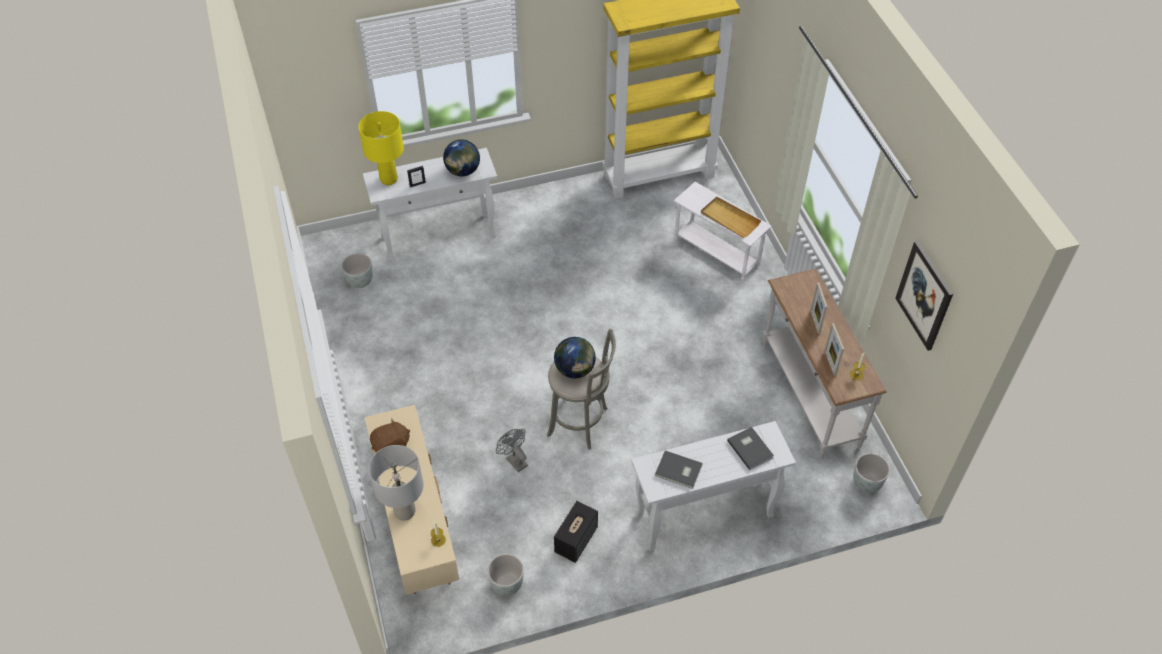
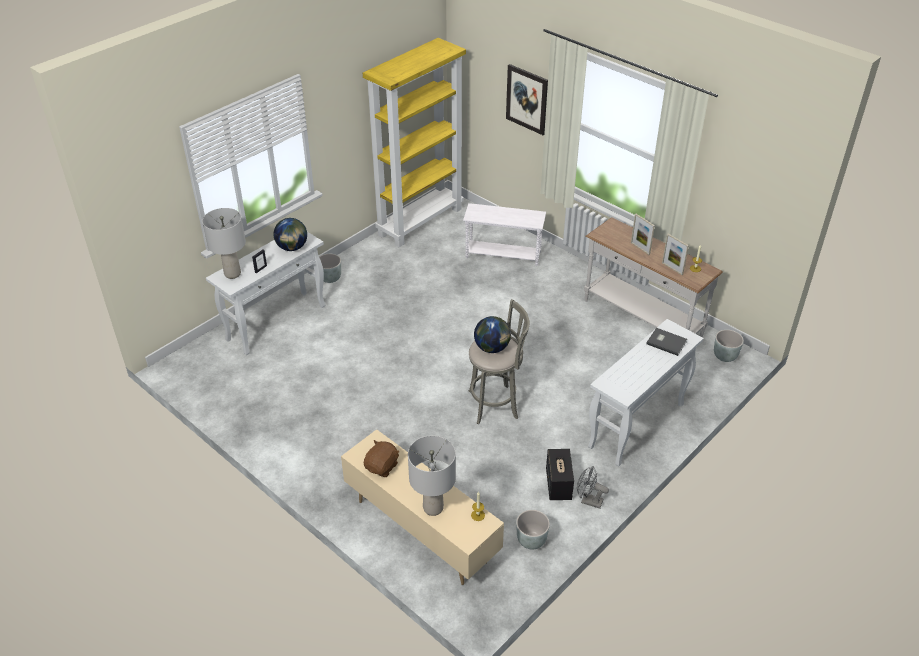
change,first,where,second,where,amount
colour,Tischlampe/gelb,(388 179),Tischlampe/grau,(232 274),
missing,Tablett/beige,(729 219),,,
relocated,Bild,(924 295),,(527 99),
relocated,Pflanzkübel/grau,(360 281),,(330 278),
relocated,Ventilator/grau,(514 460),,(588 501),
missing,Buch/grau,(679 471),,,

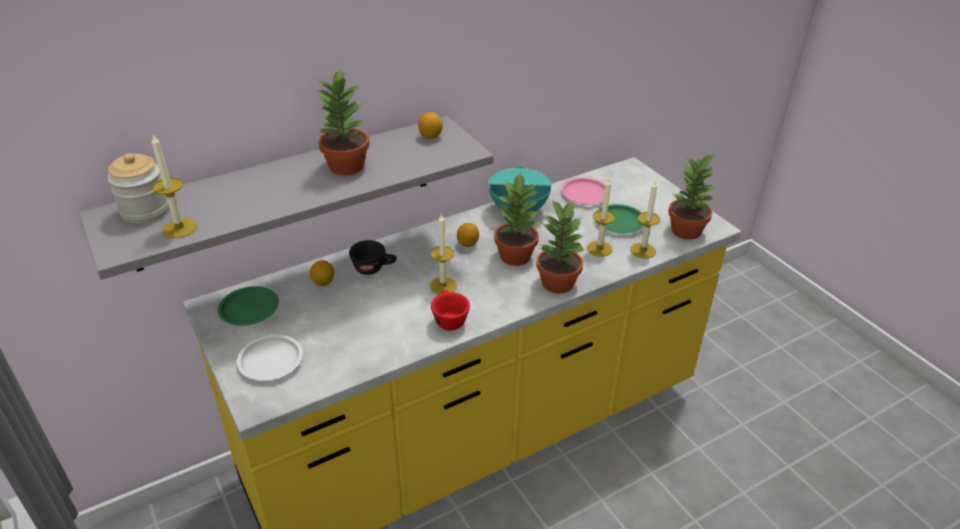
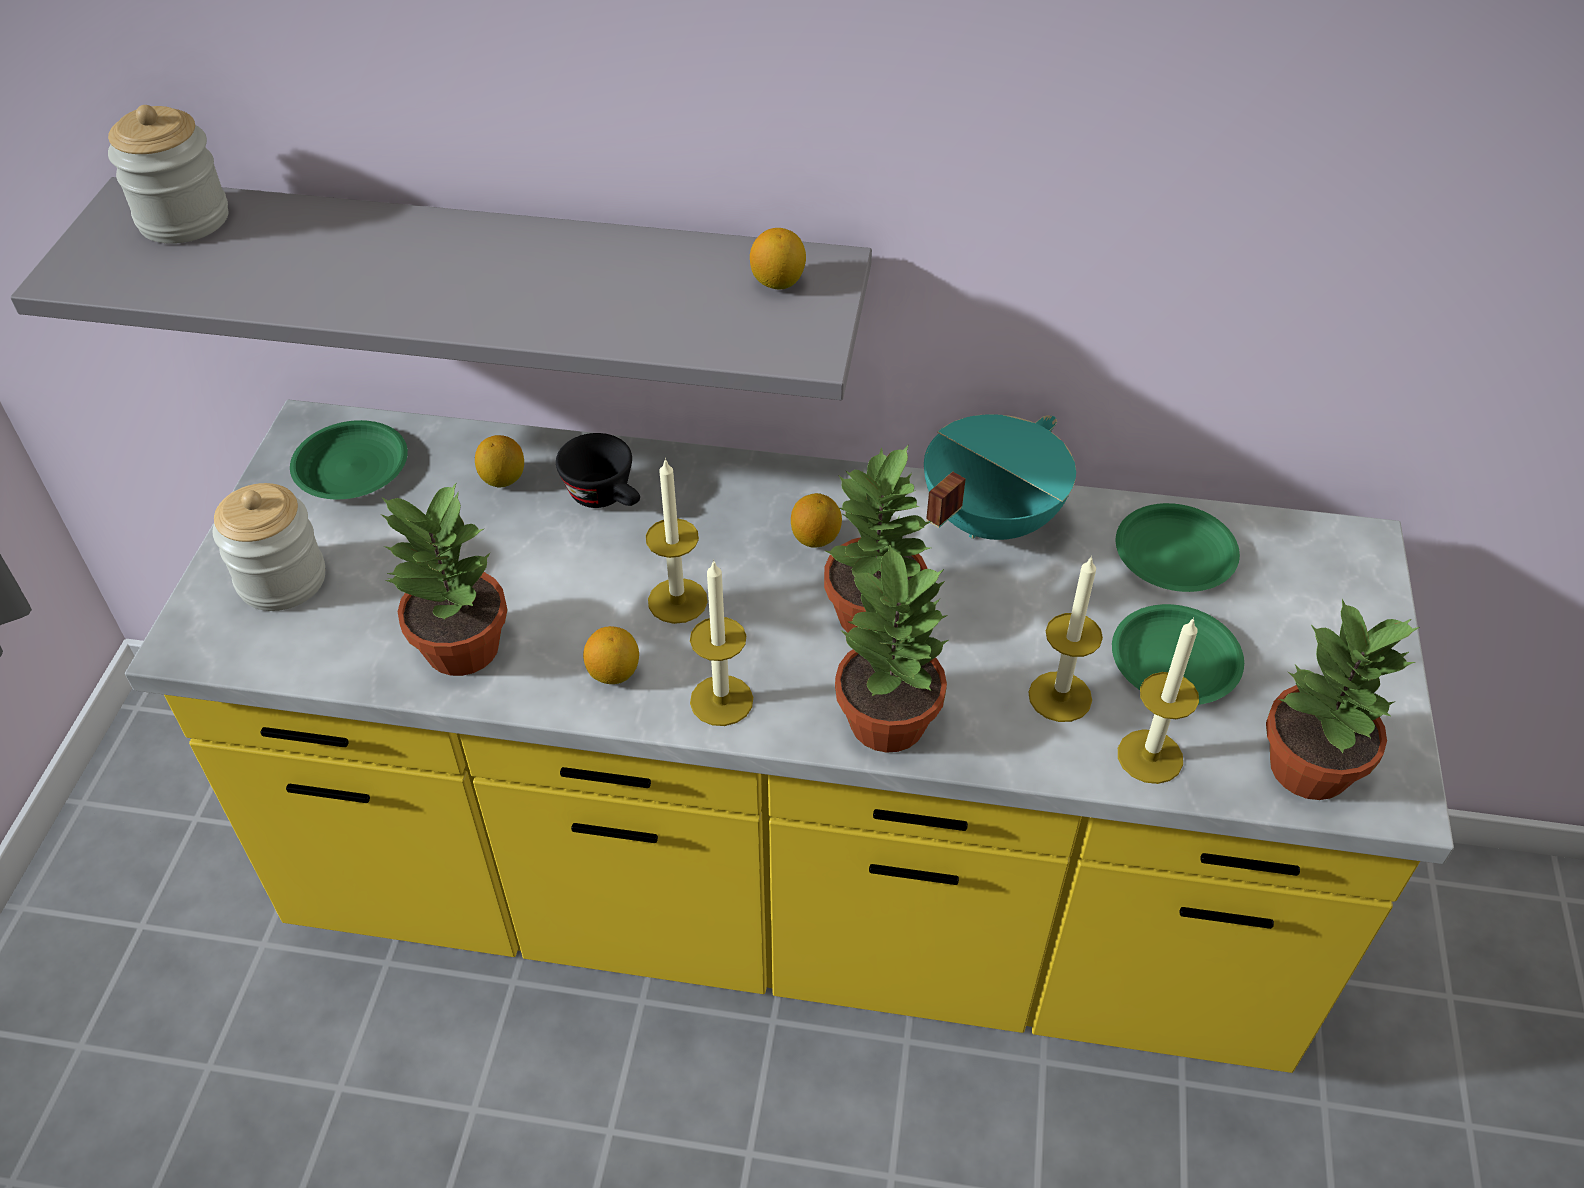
change,first,where,second,where,amount
relocated,Topfpflanze,(346 166),,(460 648),
relocated,Kerze,(179 228),,(721 700),
colour,Teller/rosa,(585 194),Teller/grün,(1174 555),
exchanged,Tasse/rot,(448 319),Zitrone,(614 673),
exchanged,Teller/weiß,(270 361),Vorratsglas,(282 580),

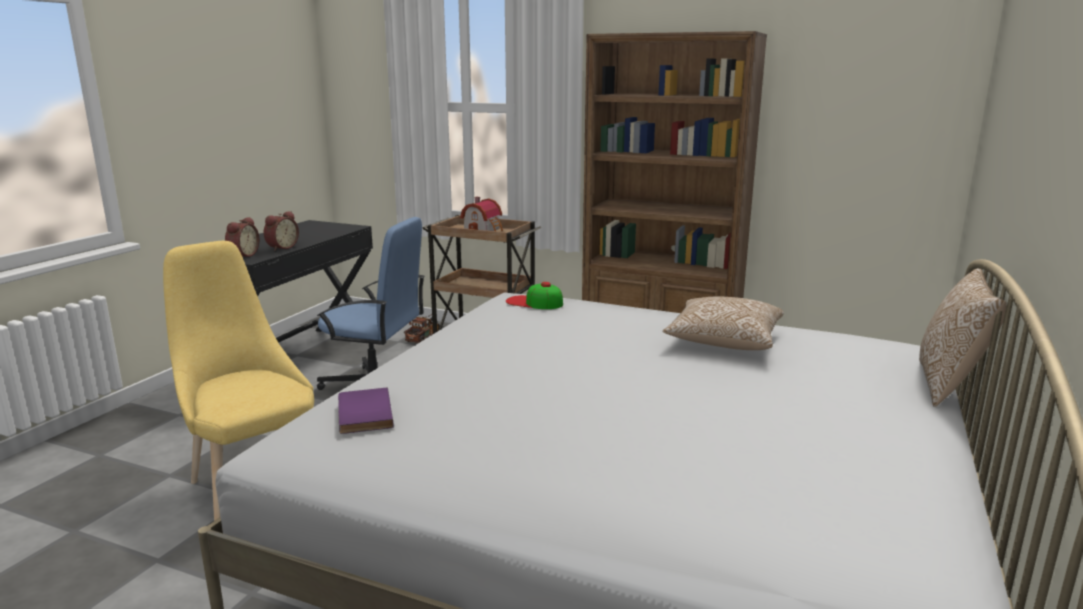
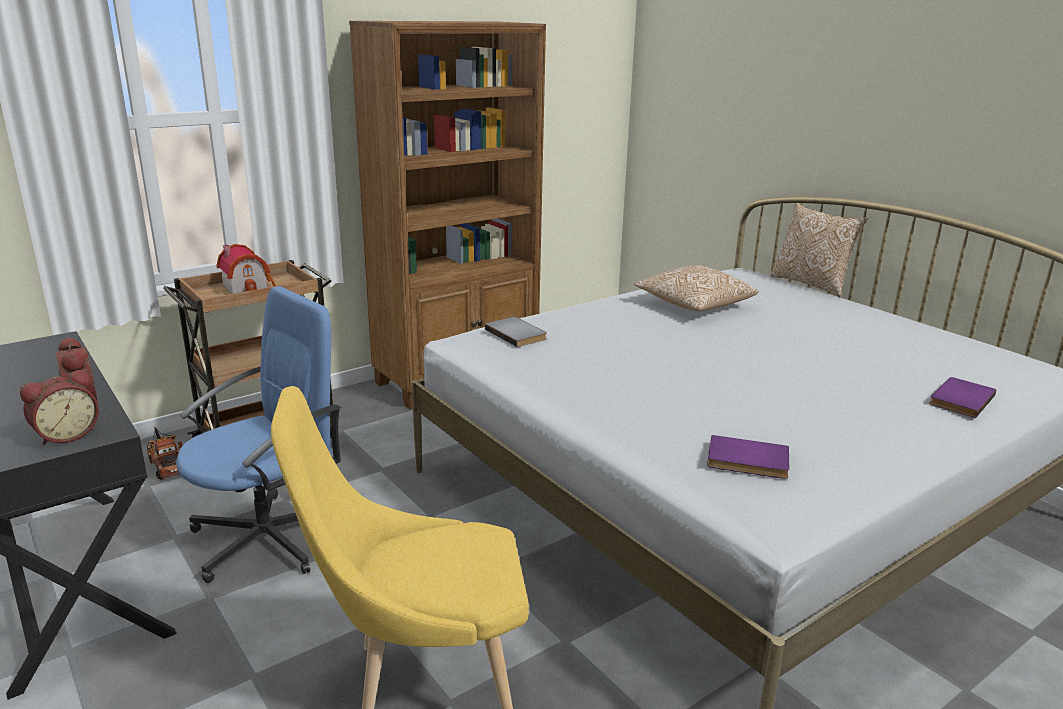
change,first,where,second,where,amount
spun,Wecker,(242 255),,(66 435),90 degrees clockwise
exchanged,Kappe,(534 302),Buch/grau,(517 334),
appeared,,,Buch/lila,(959 399),

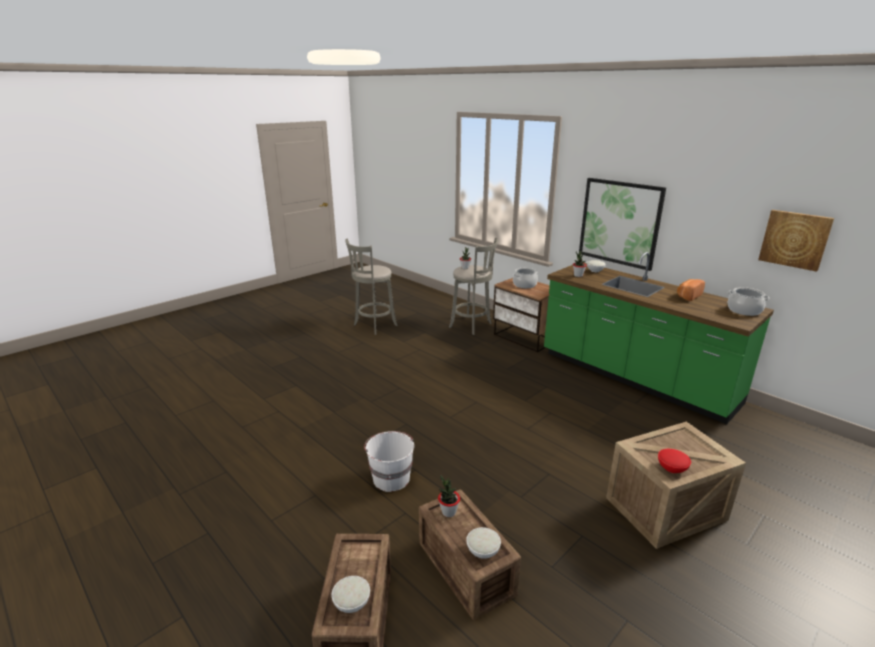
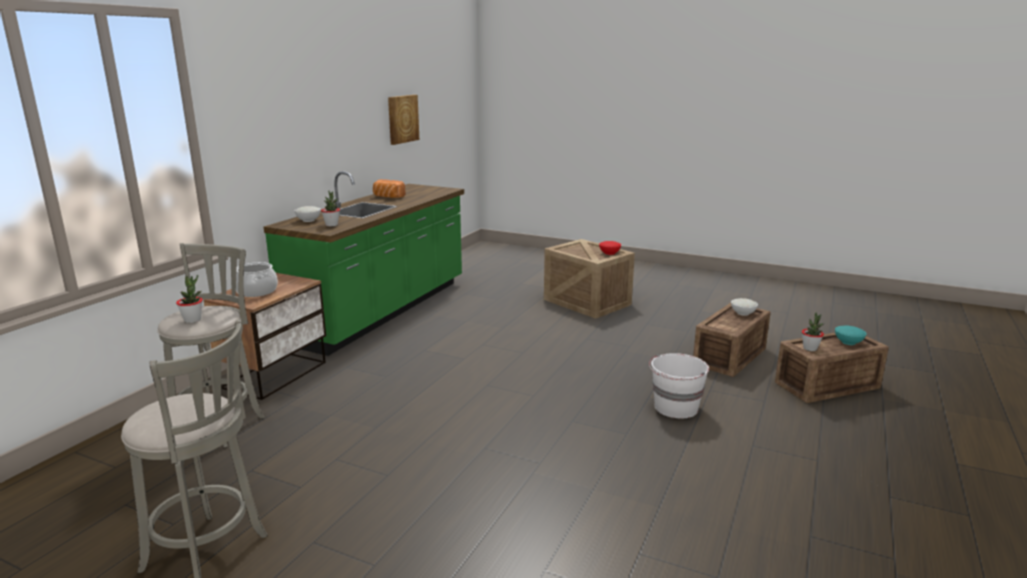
change,first,where,second,where,amount
missing,Bild,(620 223),,,
missing,Kochtopf,(744 310),,,
relocated,Topfpflanze,(448 512),,(810 348),
colour,Schüssel/weiß,(352 604),Schüssel/türkis,(848 342),

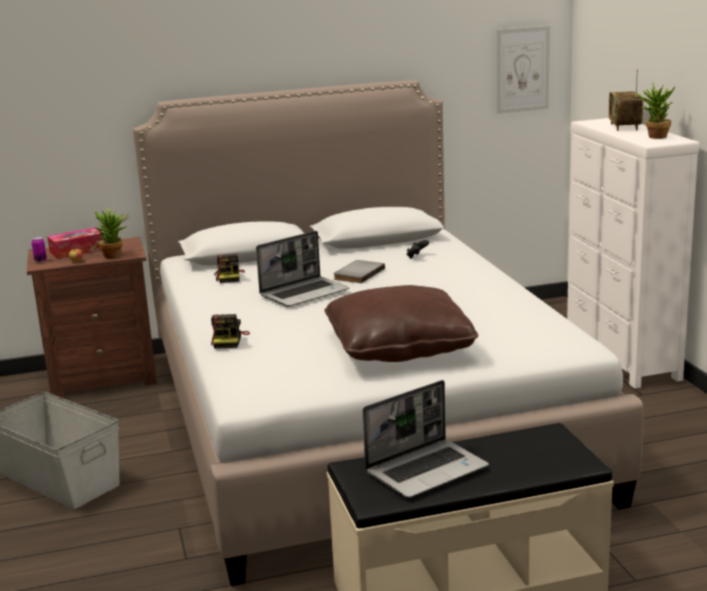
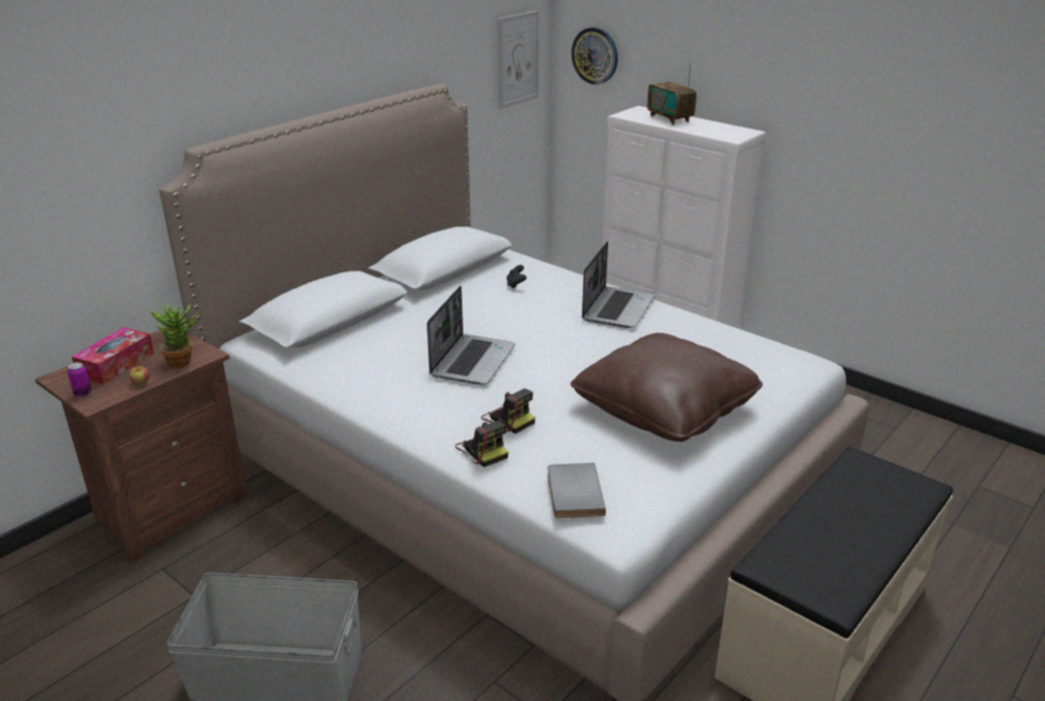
change,first,where,second,where,amount
missing,Topfpflanze,(653 137),,,
relocated,Kamera,(229 277),,(508 419),
relocated,Buch/grau,(357 273),,(572 493),
relocated,Laptop,(427 469),,(617 308),
appeared,,,Wanduhr,(595 55),

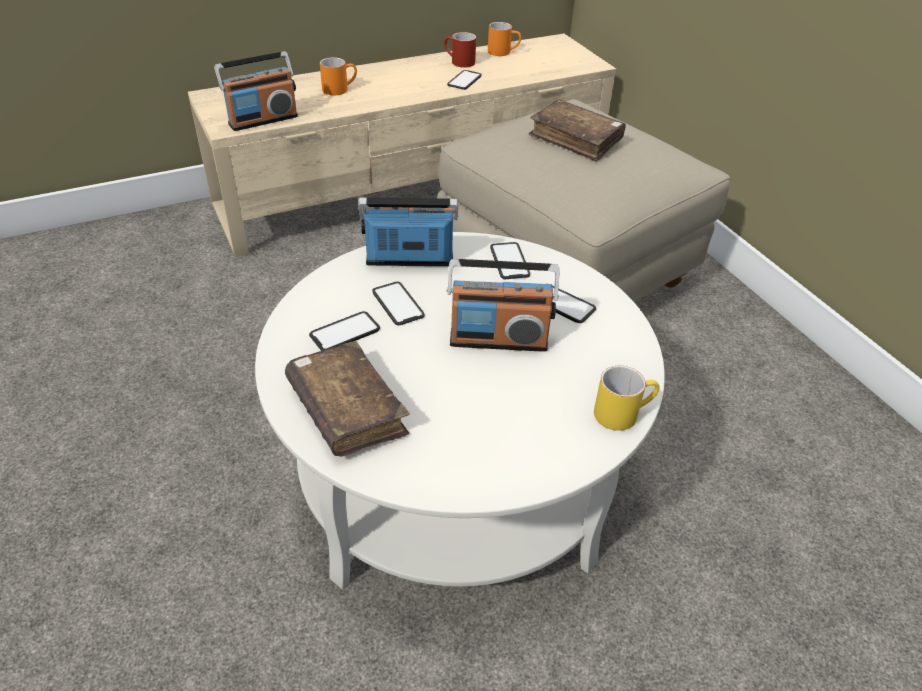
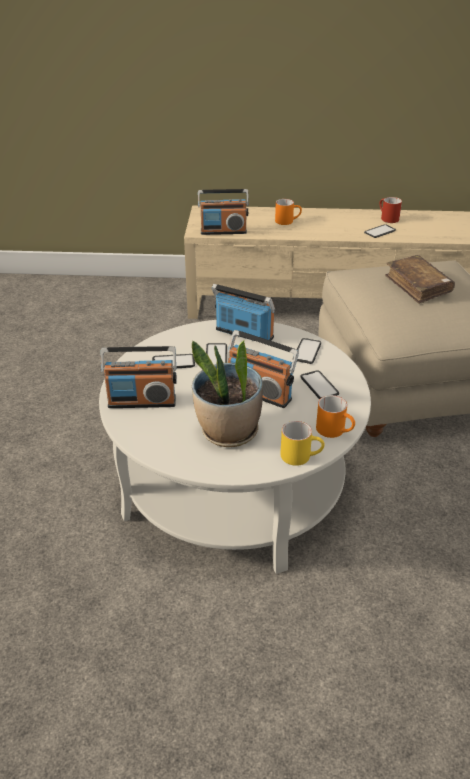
change,first,where,second,where,amount
relocated,Henkelbecher/orange,(503 52),,(335 430),
exchanged,Buch/braun,(346 410),Radio,(142 401),
appeared,,,Topfpflanze,(228 432),

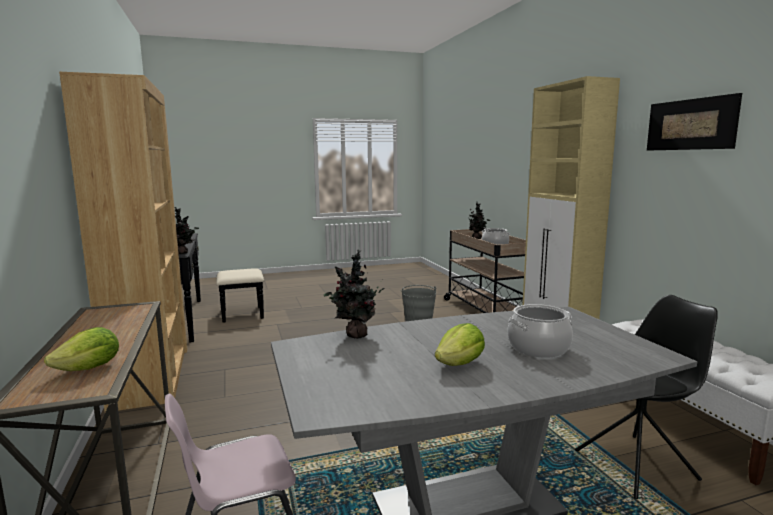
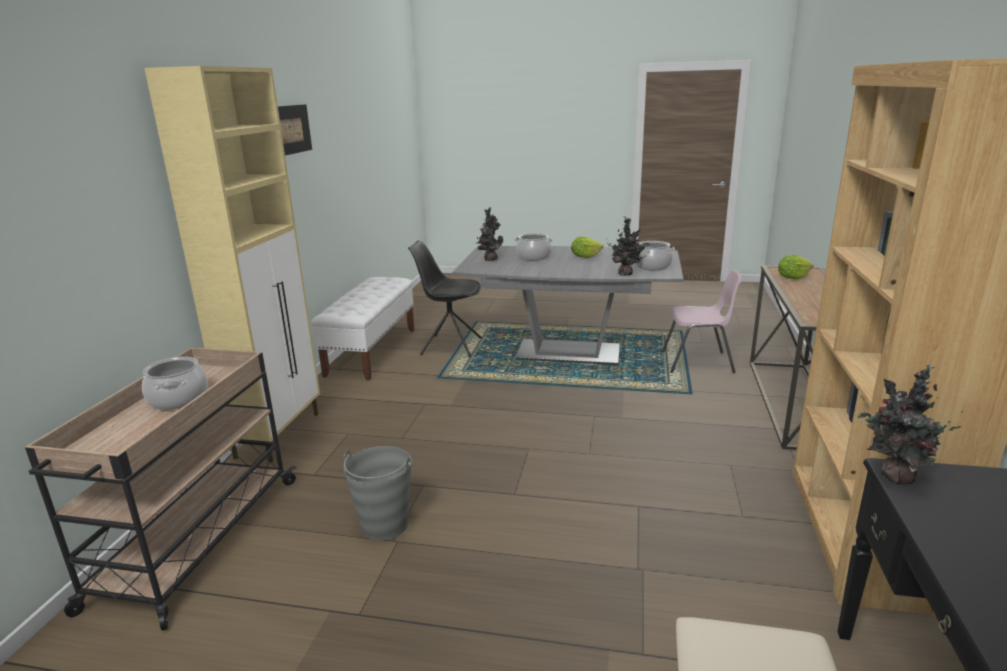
change,first,where,second,where,amount
relocated,Topfpflanze,(477 239),,(489 259),
appeared,,,Kochtopf,(652 266),

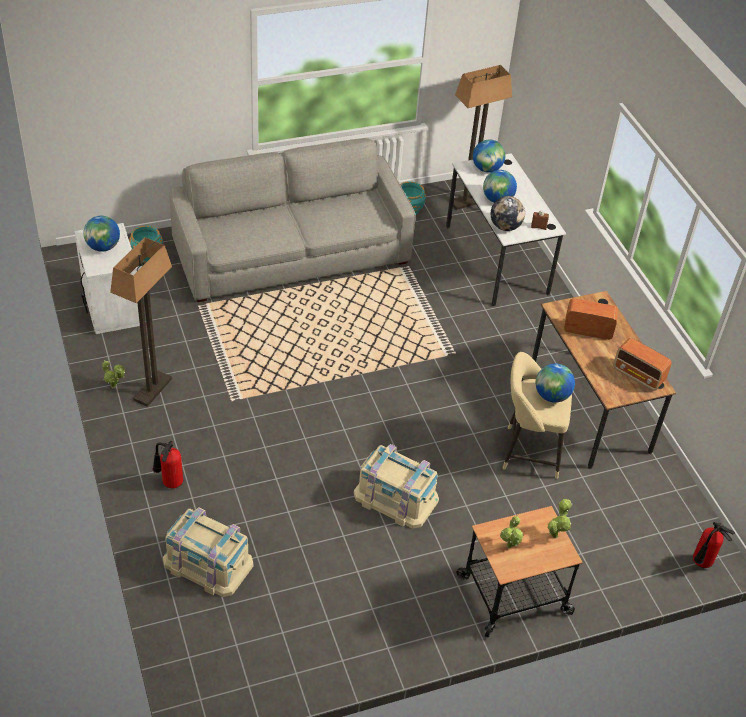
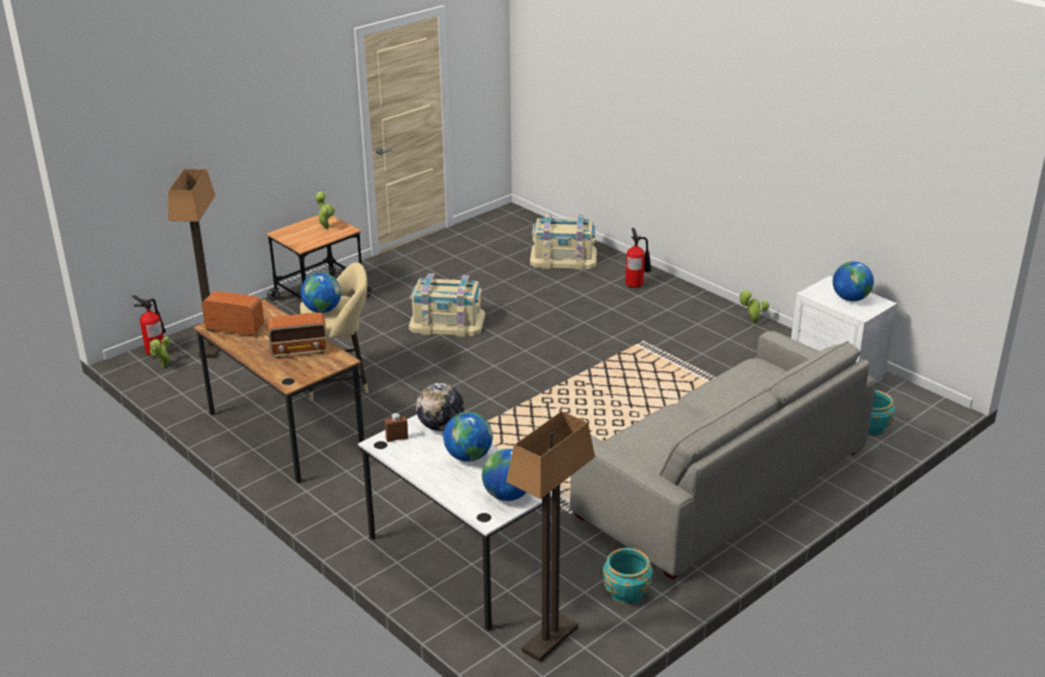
change,first,where,second,where,amount
relocated,Stehlampe,(152 389),,(213 346),
relocated,Topfpflanze,(555 534),,(163 367),

